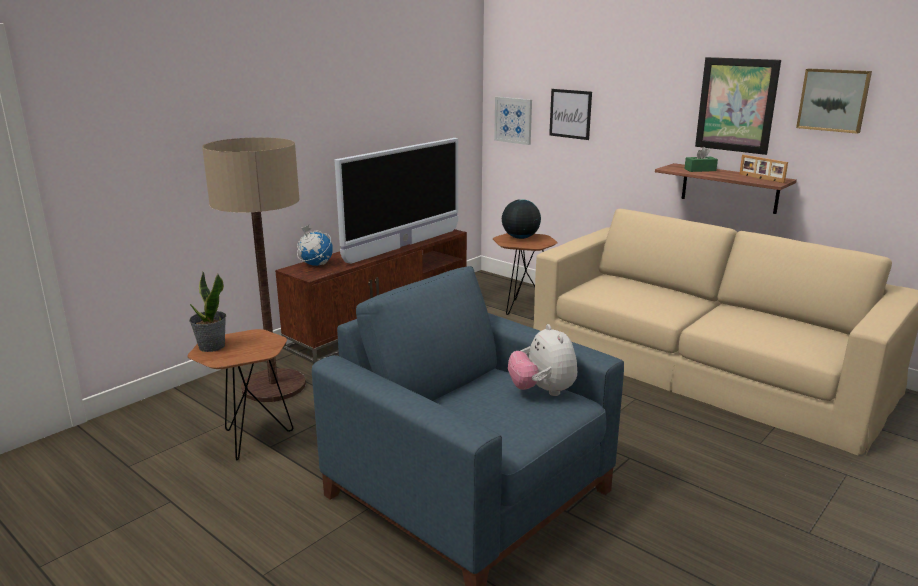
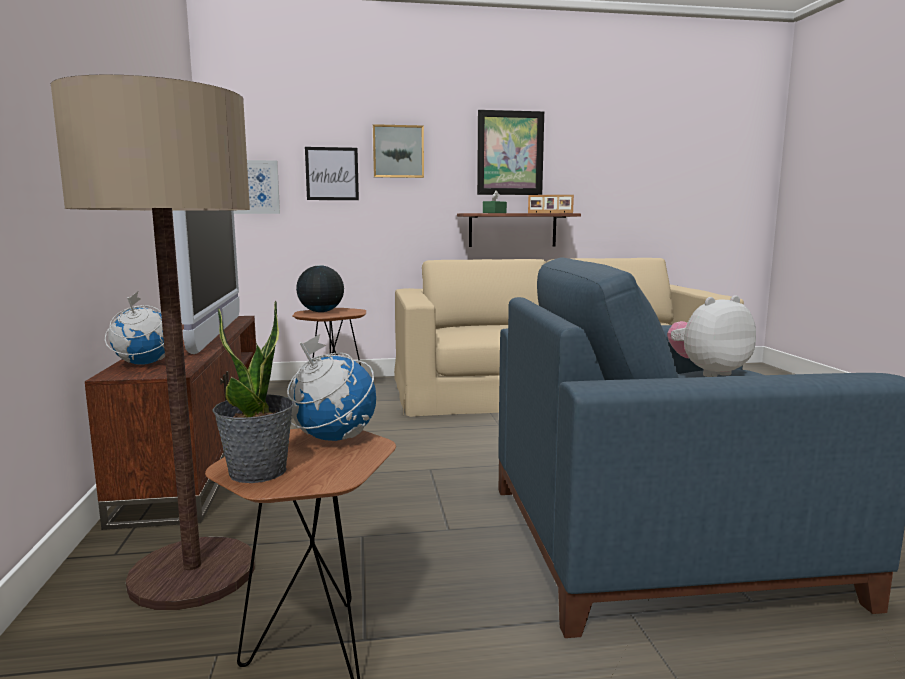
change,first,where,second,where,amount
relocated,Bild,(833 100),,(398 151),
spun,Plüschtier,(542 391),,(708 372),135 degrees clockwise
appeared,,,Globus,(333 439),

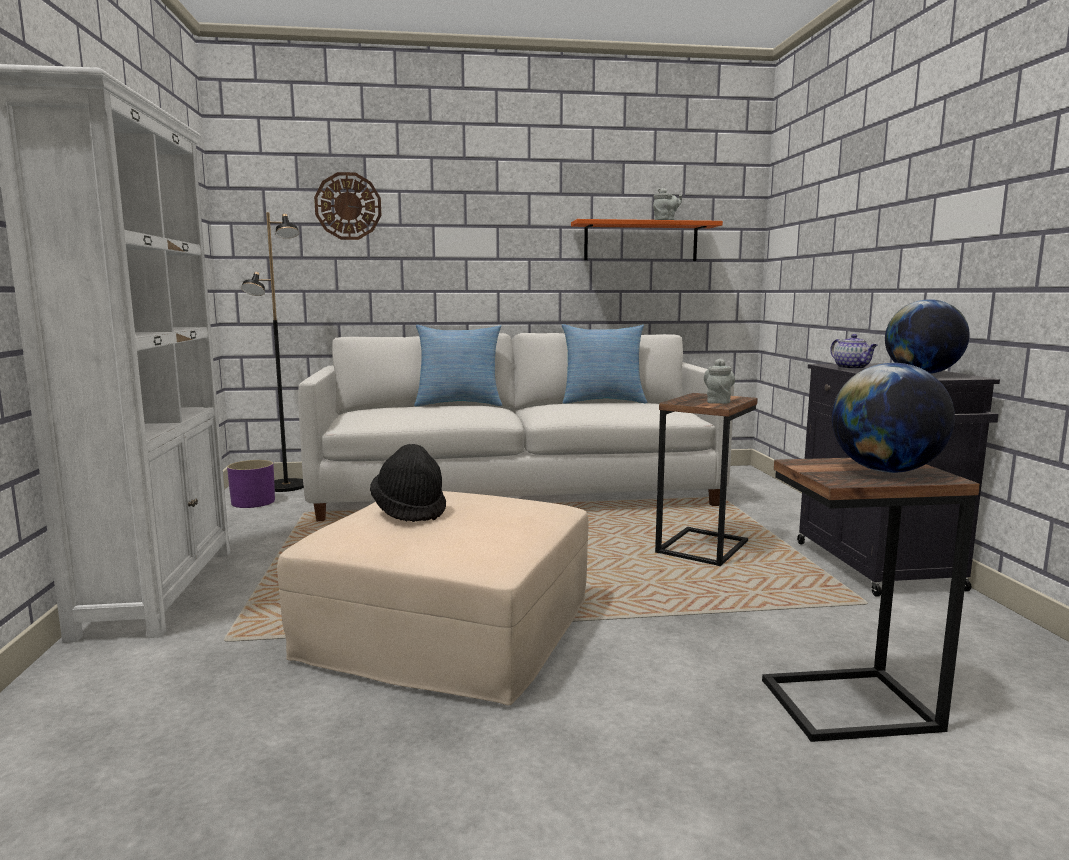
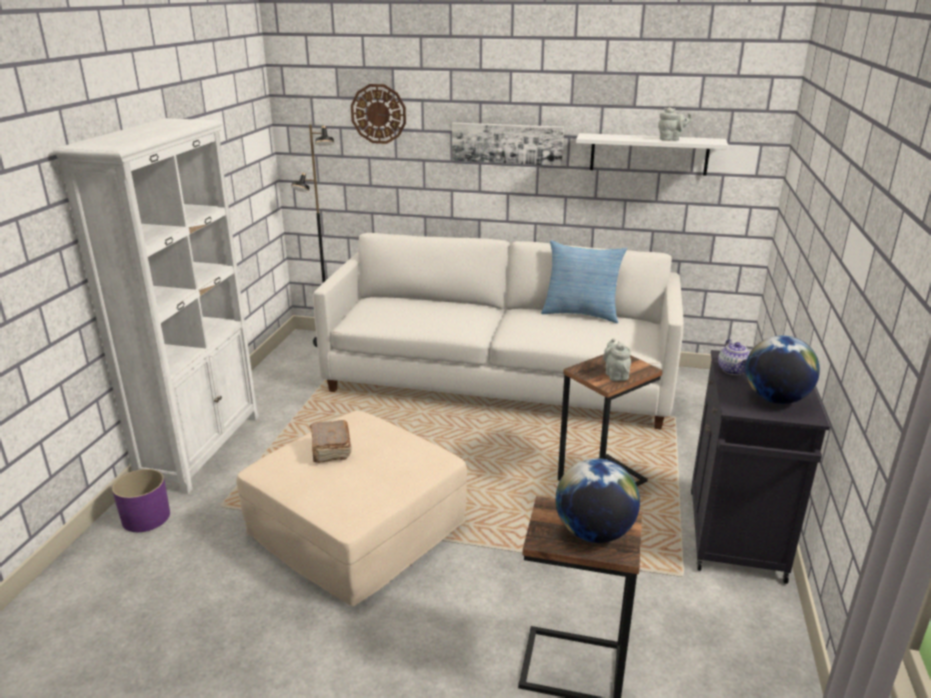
change,first,where,second,where,amount
colour,Wandregal/orange,(641 241),Wandregal/weiß,(649 154),
missing,Kissen,(459 404),,,
spun,Teekanne/grau,(718 402),,(615 375),45 degrees counterclockwise
exchanged,Hut/schwarz,(410 510),Buch/braun,(330 449),
relocated,Pflanzkübel/lila,(253 502),,(146 517),
appeared,,,Bild,(507 143),

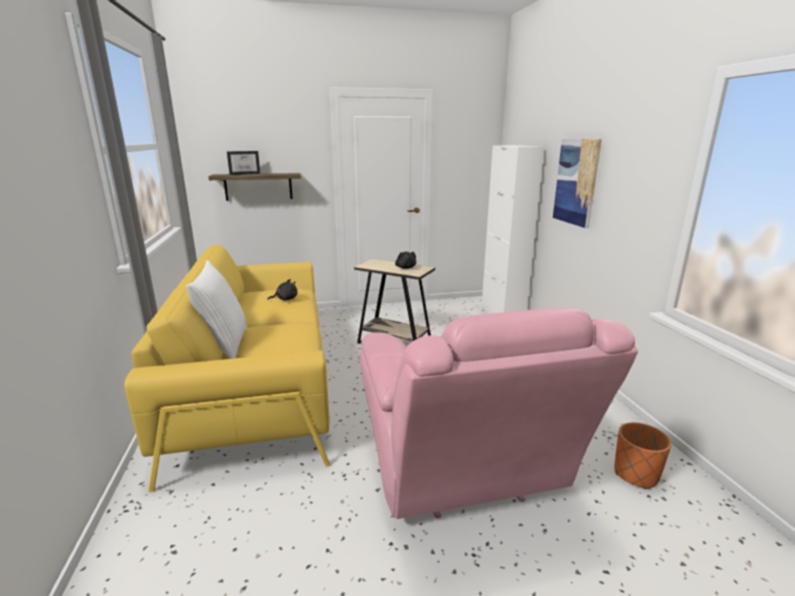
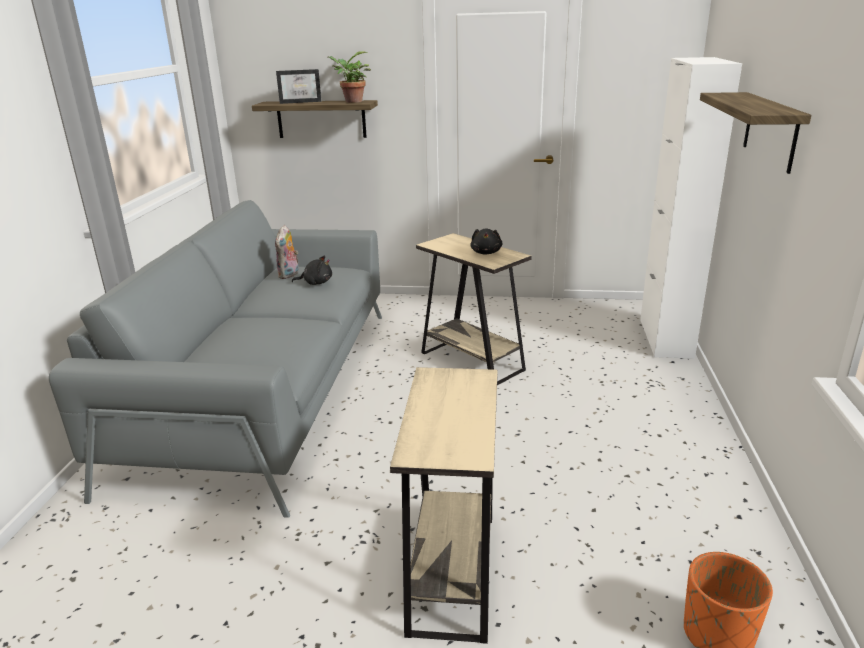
change,first,where,second,where,amount
exchanged,Bild,(576 182),Wandregal,(770 130),
colour,Sofa/gelb,(257 382),Sofa/grau,(267 389),
missing,Kissen/weiß,(225 345),,,
exchanged,Sessel/rosa,(465 475),Beistelltisch/beige,(452 572),
appeared,,,Topfpflanze,(351 101),
appeared,,,Plüschtier,(289 275),

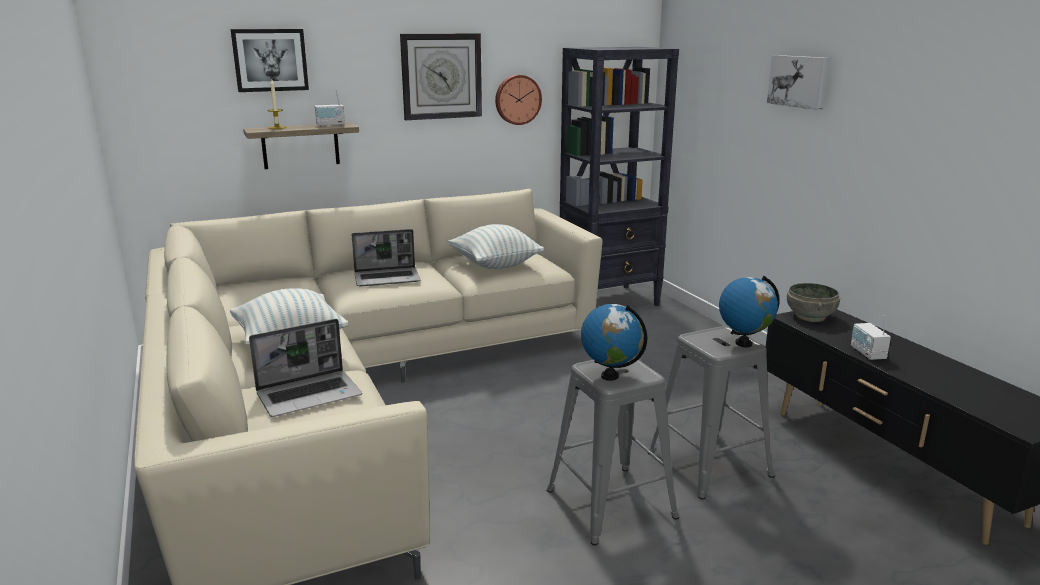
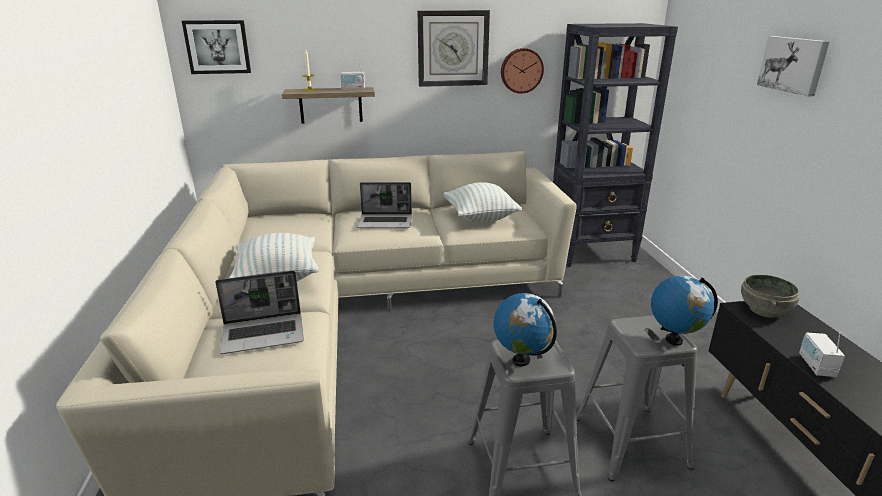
change,first,where,second,where,amount
relocated,Bild,(270 60),,(217 47),

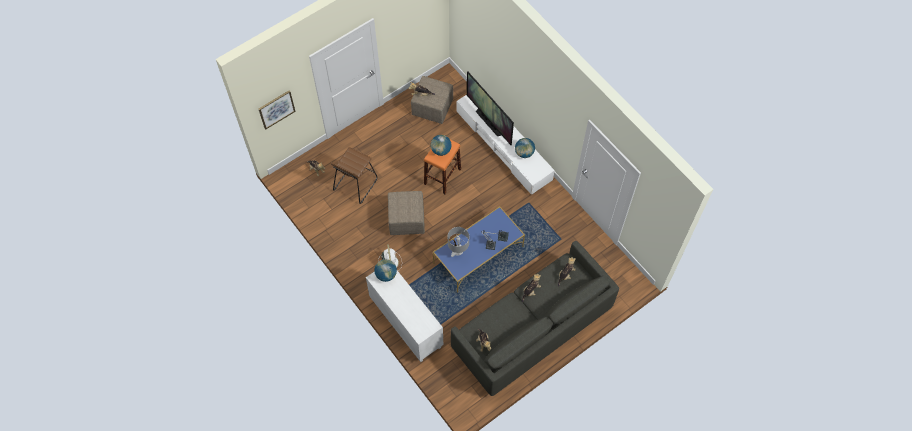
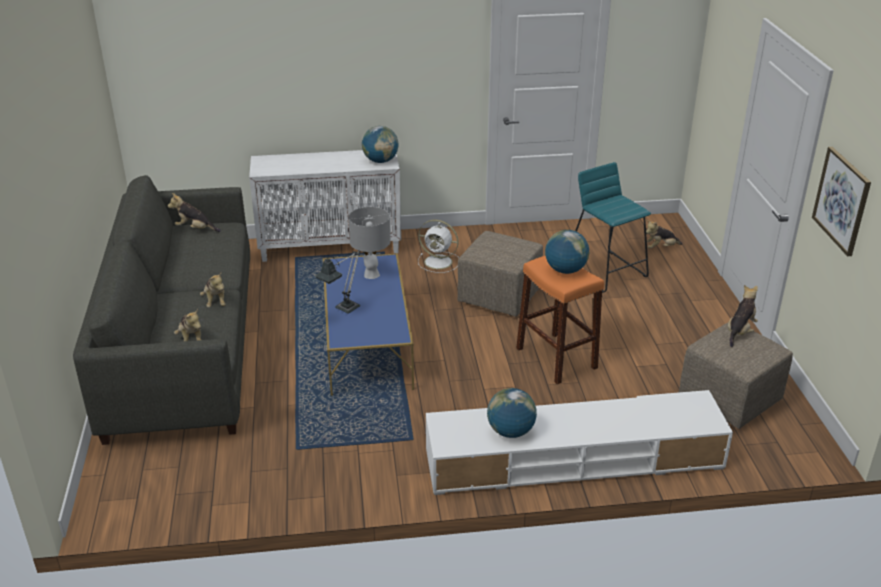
change,first,where,second,where,amount
missing,Fernseher,(489 122),,,
relocated,Bild,(276 109),,(842 200),
colour,Hocker/braun,(355 184),Hocker/türkis,(606 271),

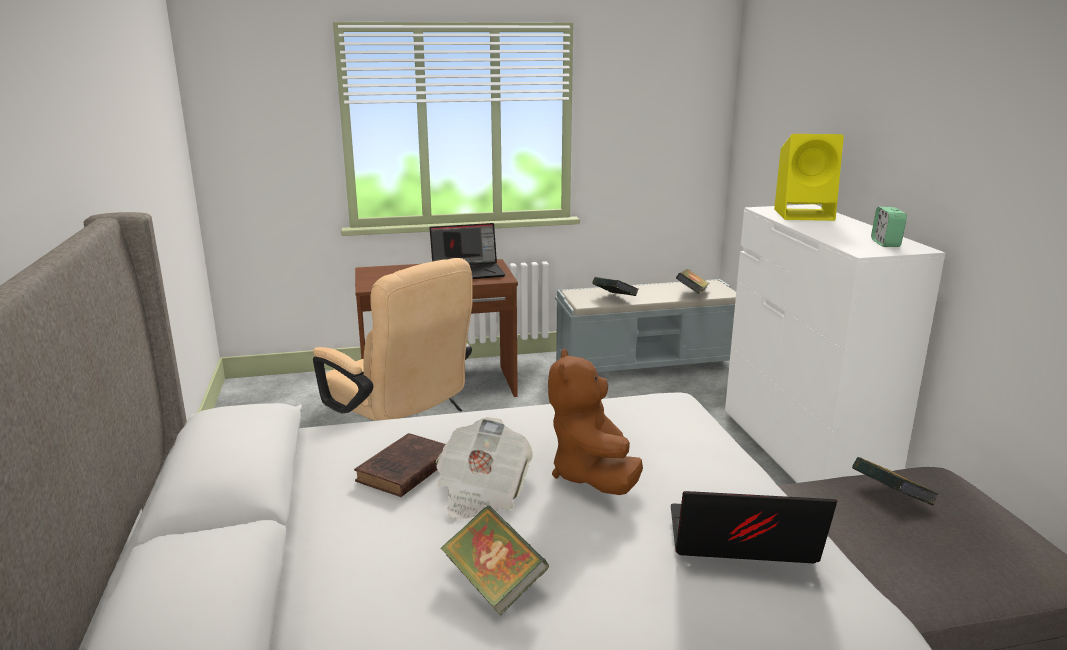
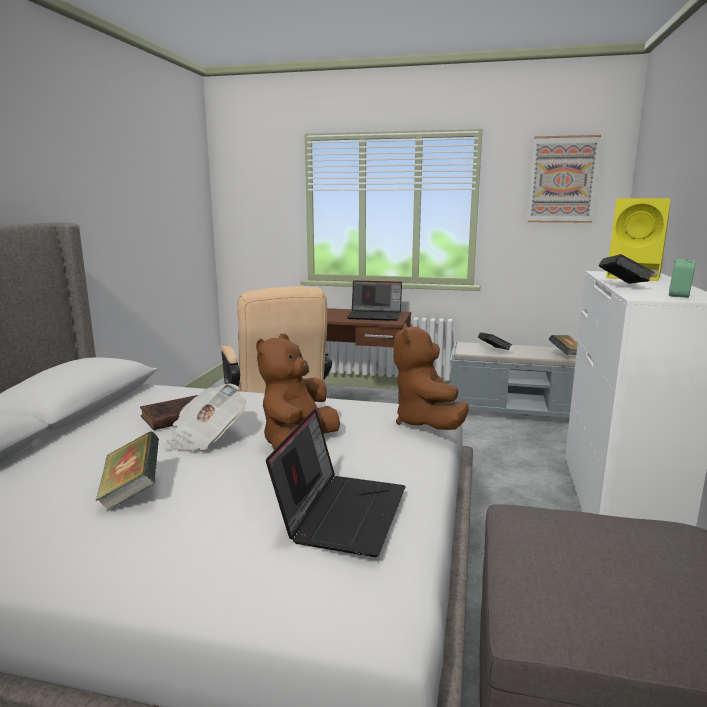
change,first,where,second,where,amount
relocated,Buch,(890 500),,(623 286),
spun,Laptop,(739 543),,(341 512),75 degrees clockwise
appeared,,,Bild,(562 180),
appeared,,,Plüschtier/braun,(427 423),

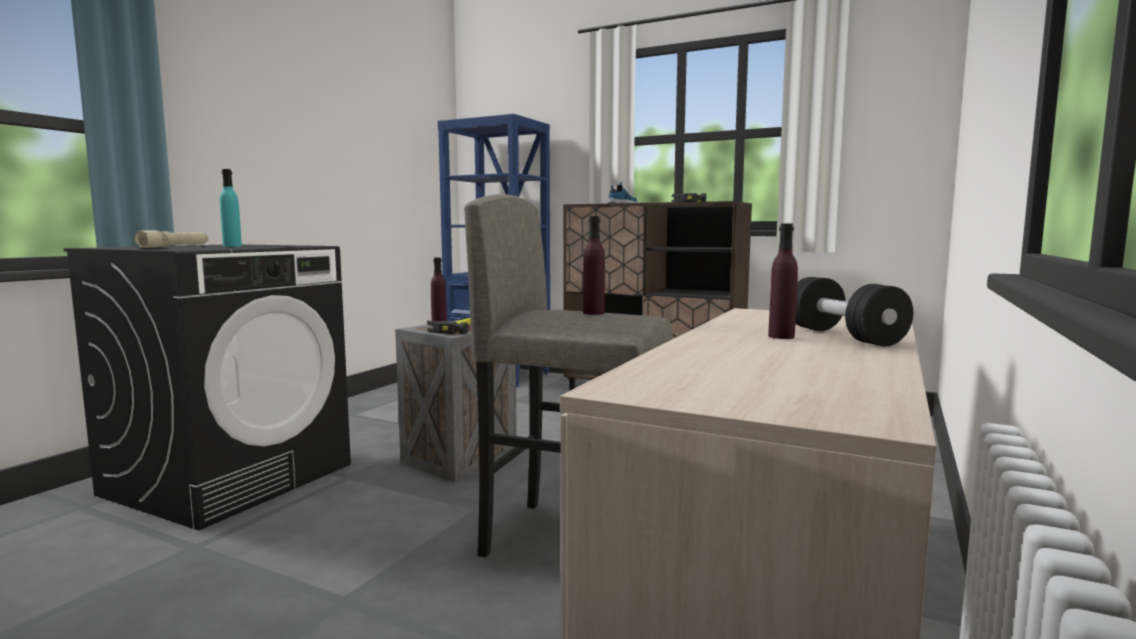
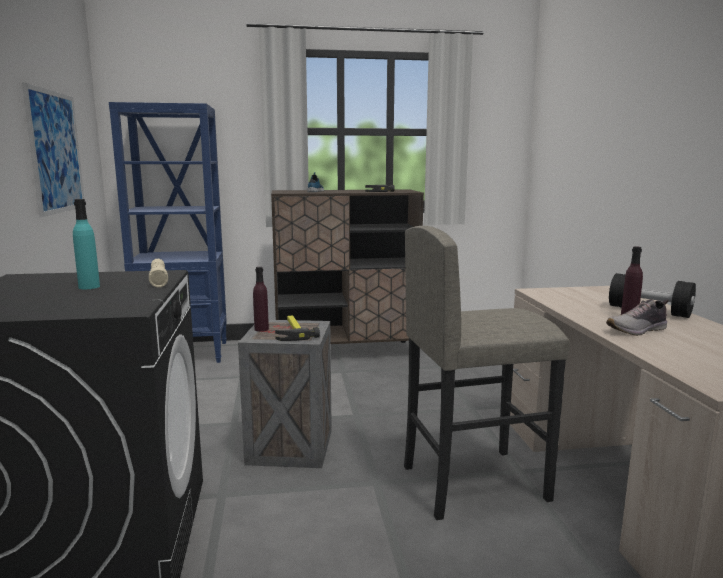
change,first,where,second,where,amount
missing,Flasche/lila,(593 313),,,
relocated,Taschenlampe/beige,(174 247),,(158 279),
appeared,,,Bild,(56 152),
appeared,,,Schuh,(638 330),

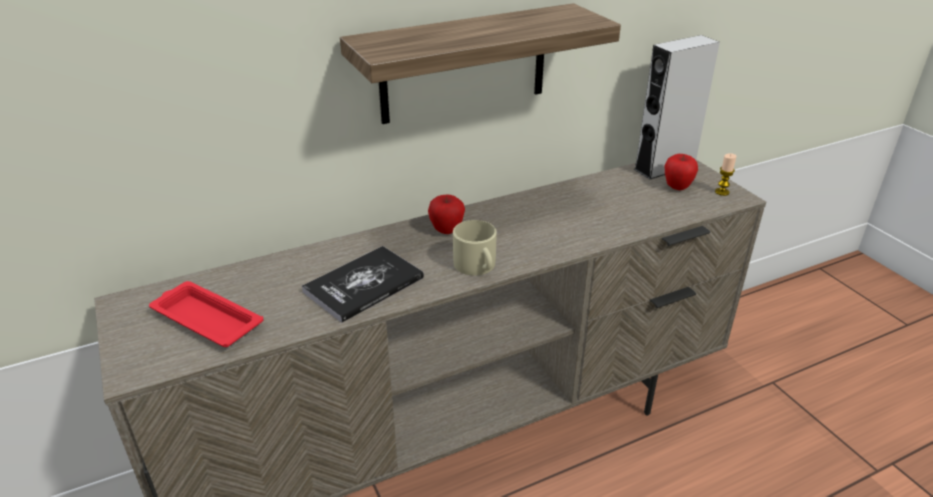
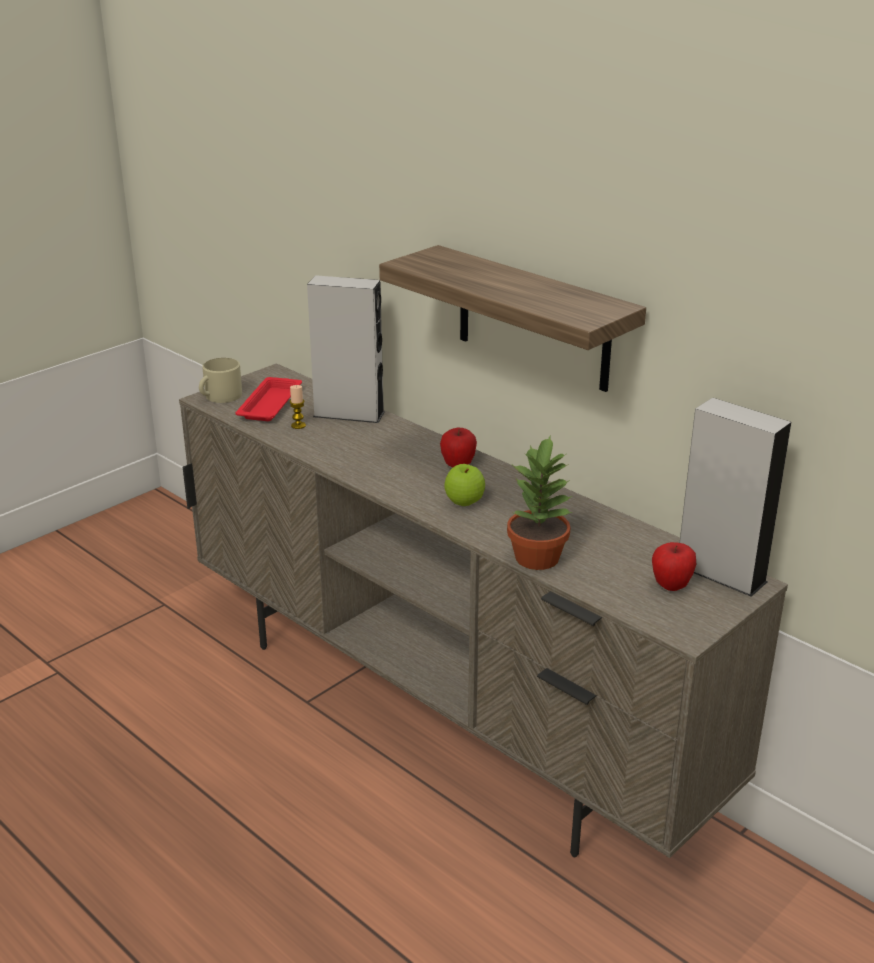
change,first,where,second,where,amount
relocated,Kerze,(722 192),,(298 425),
relocated,Henkelbecher/beige,(477 266),,(219 396),
missing,Buch,(364 285),,,
appeared,,,Lautsprecher/grau,(349 414),
appeared,,,Topfpflanze,(538 557),
appeared,,,Apfel,(464 502),

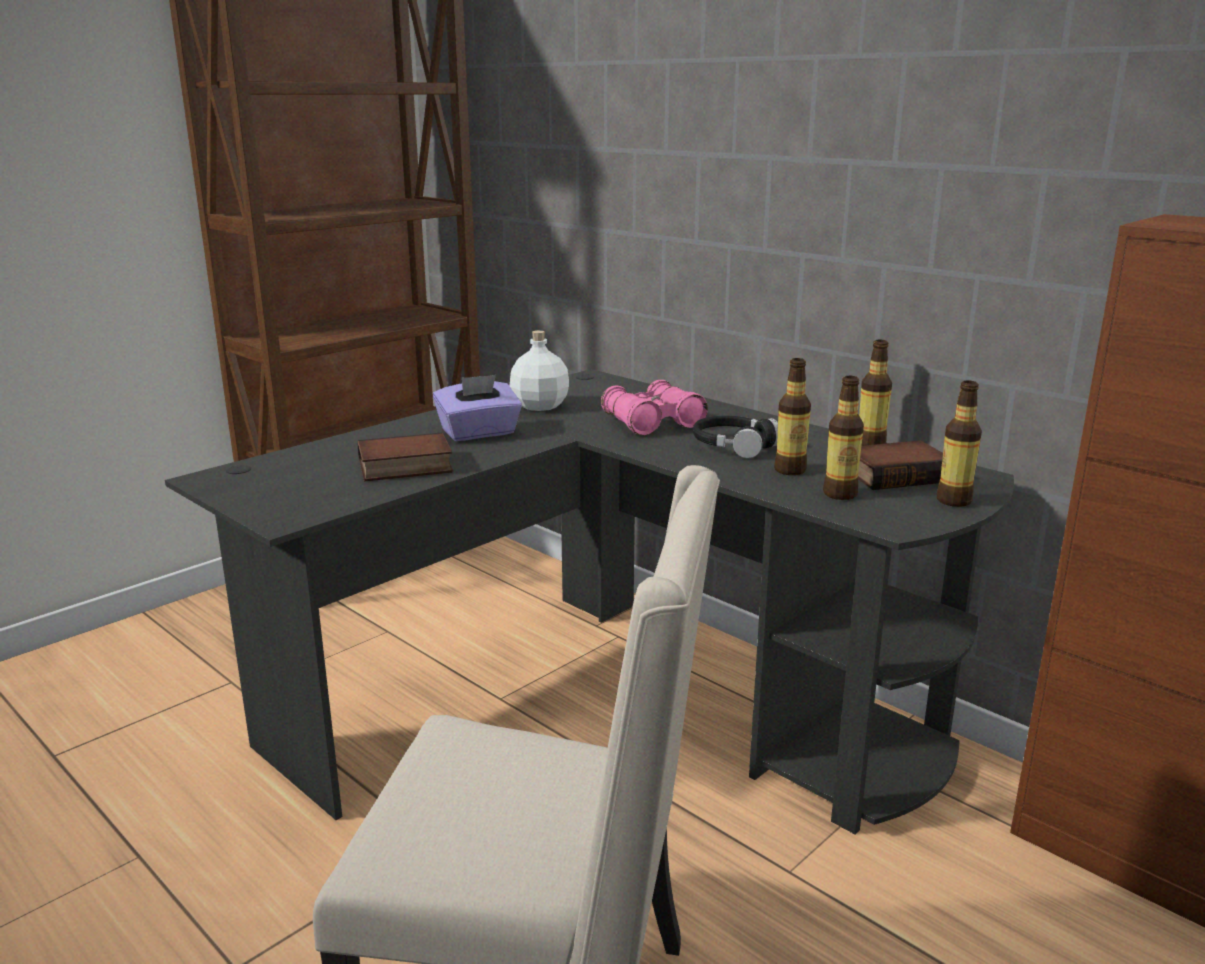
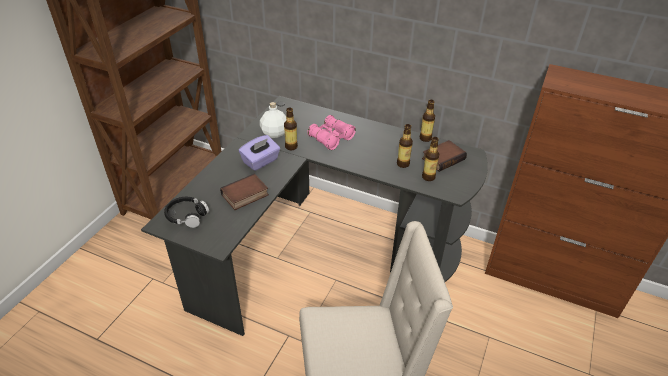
change,first,where,second,where,amount
relocated,Flasche,(953 501),,(291 147),
relocated,Kopfhörer/schwarz,(733 446),,(187 216),

